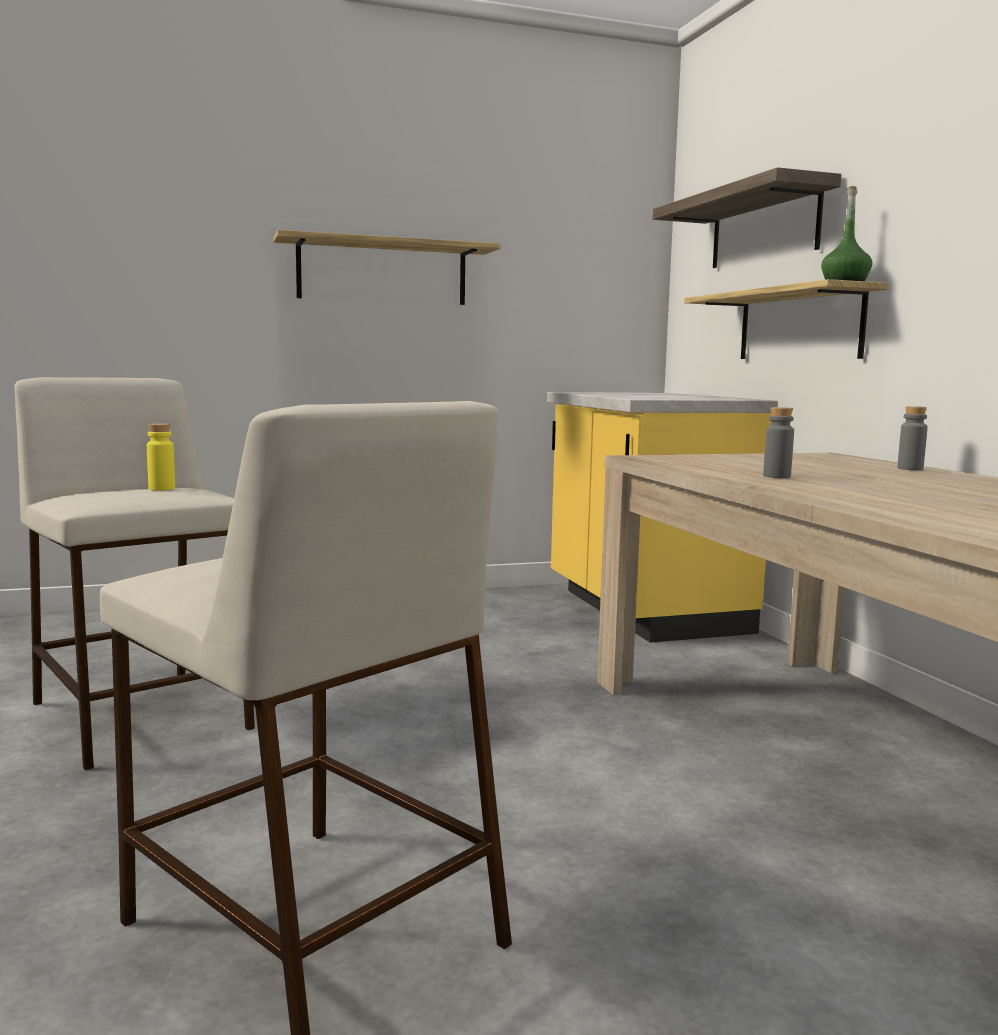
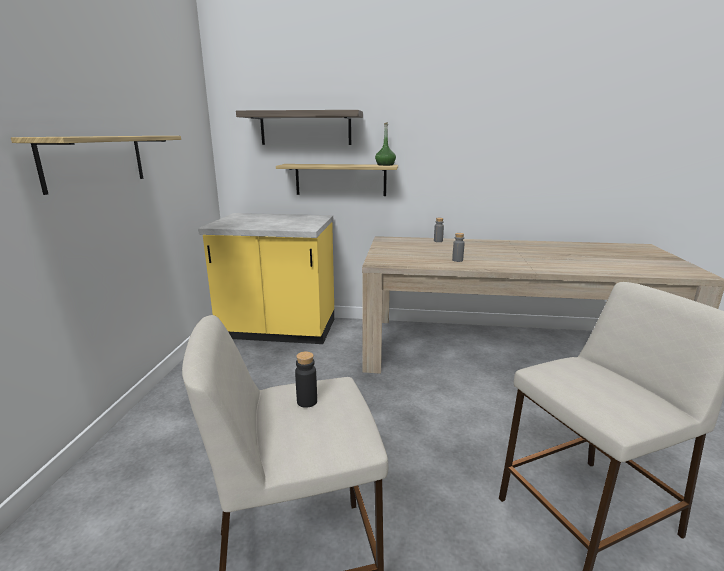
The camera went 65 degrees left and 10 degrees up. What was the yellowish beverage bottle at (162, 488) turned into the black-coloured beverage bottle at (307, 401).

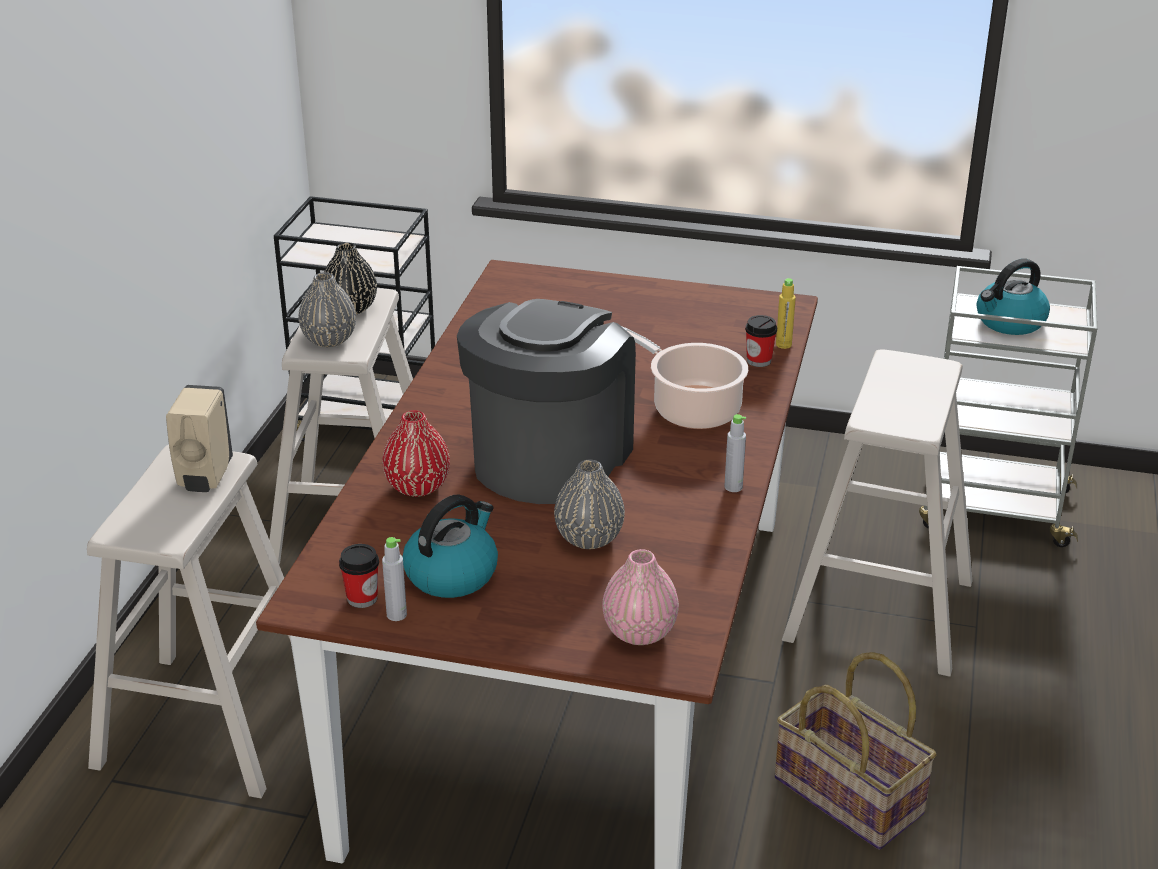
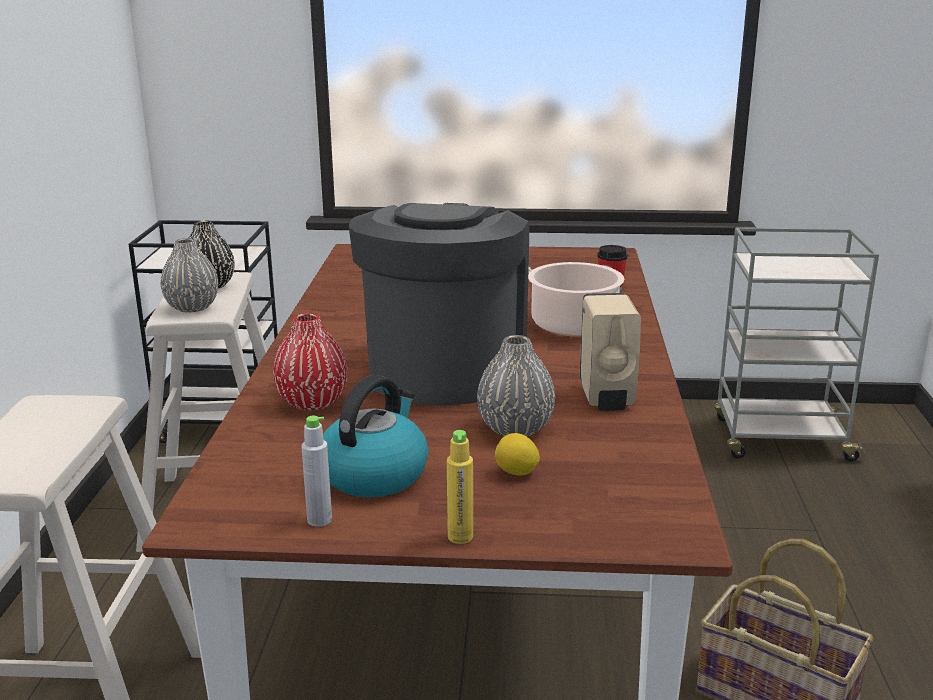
The camera went 10 degrees left and 10 degrees down. The sand-coloured soap bottle ended up elsewhere, having gone from (205, 478) to (606, 398). The second view lost the drinking cup at (362, 598). The second view lost the pink vase at (639, 632). The second view lost the grey beverage bottle at (733, 487). The yellowish beverage bottle ended up elsewhere, having gone from (783, 344) to (460, 537). The second view lost the sand-coloured sitting stool at (879, 610). The second view lost the kettle at (1009, 322). The second view gained the lemon at (516, 473).

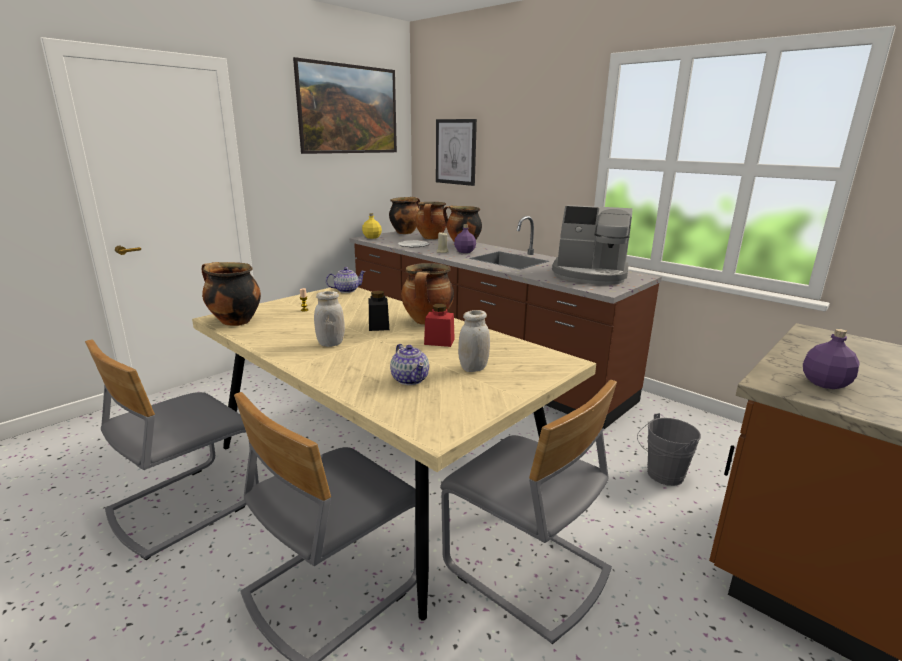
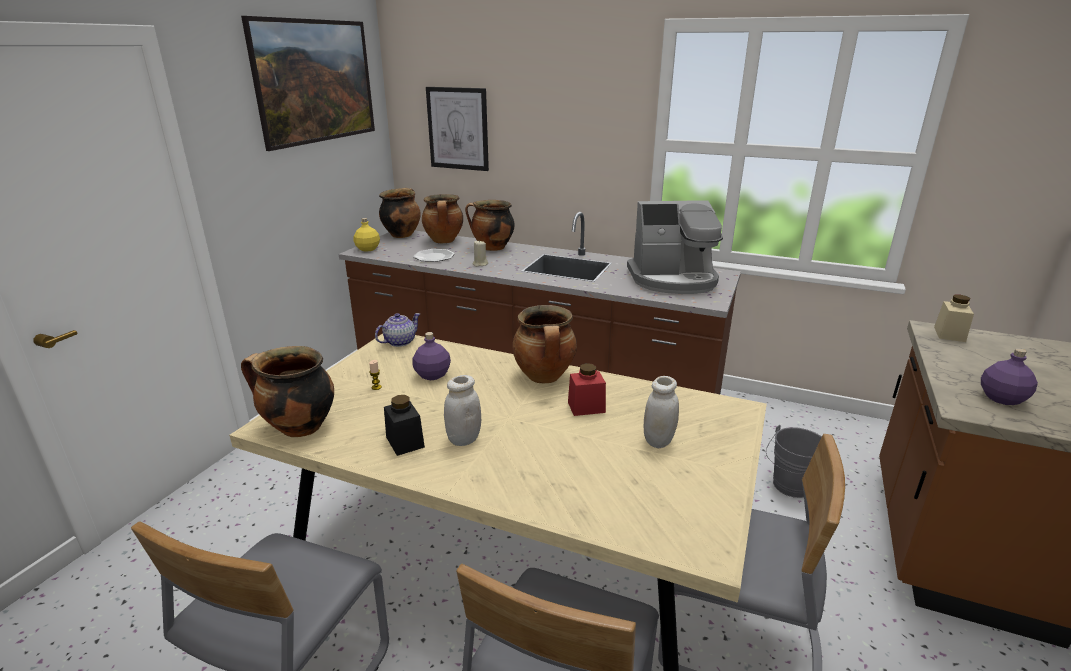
The camera went 20 degrees left and 5 degrees up. The black-coloured storage jar ended up elsewhere, having gone from (378, 326) to (405, 442). The second view lost the teapot at (410, 379). The purple beverage bottle ended up elsewhere, having gone from (464, 251) to (432, 375). The second view gained the sand-coloured storage jar at (949, 334).

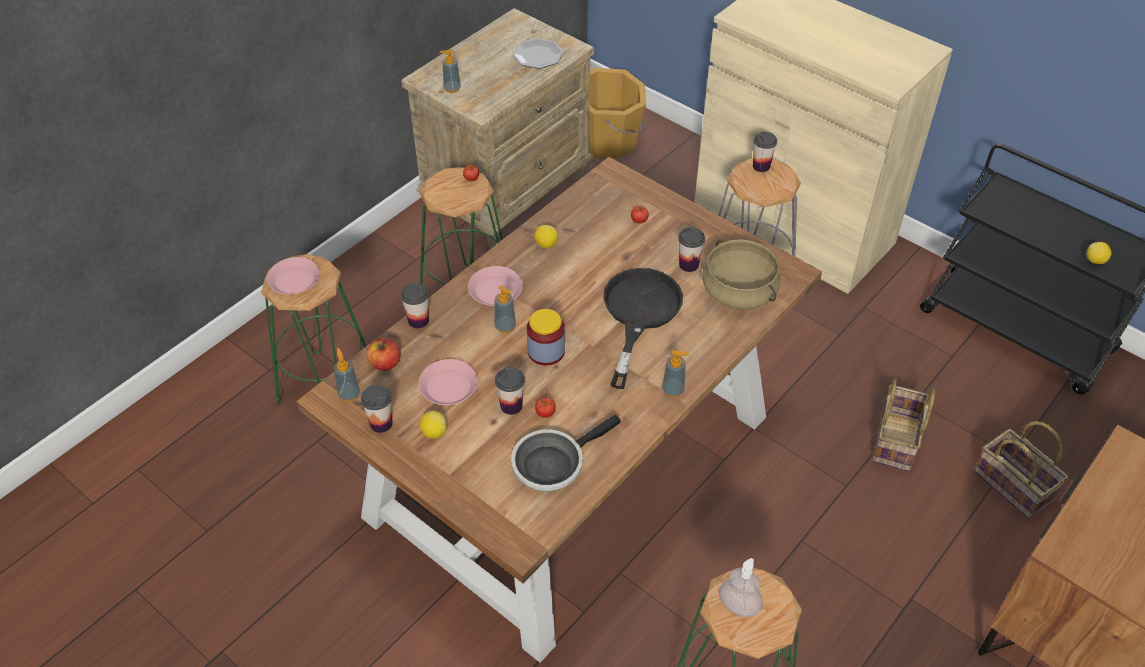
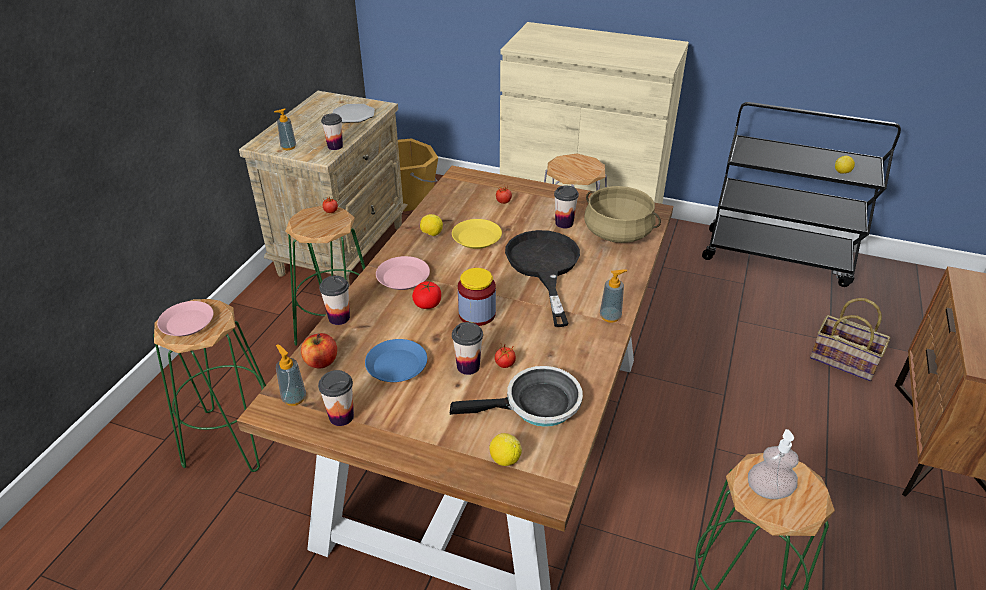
The camera went 20 degrees left and 10 degrees down. What was the pink plate at (448, 386) turned into the blue plate at (397, 366). The lemon ended up elsewhere, having gone from (434, 432) to (504, 459). Where the soap bottle stood at (505, 327), the tomato came to stand at (427, 303). The frying pan at (552, 463) ended up facing another way, 135 degrees counterclockwise from before. The drinking cup ended up elsewhere, having gone from (761, 166) to (335, 146). The second view lost the household basket at (896, 442). The second view gained the yellowish plate at (477, 238).

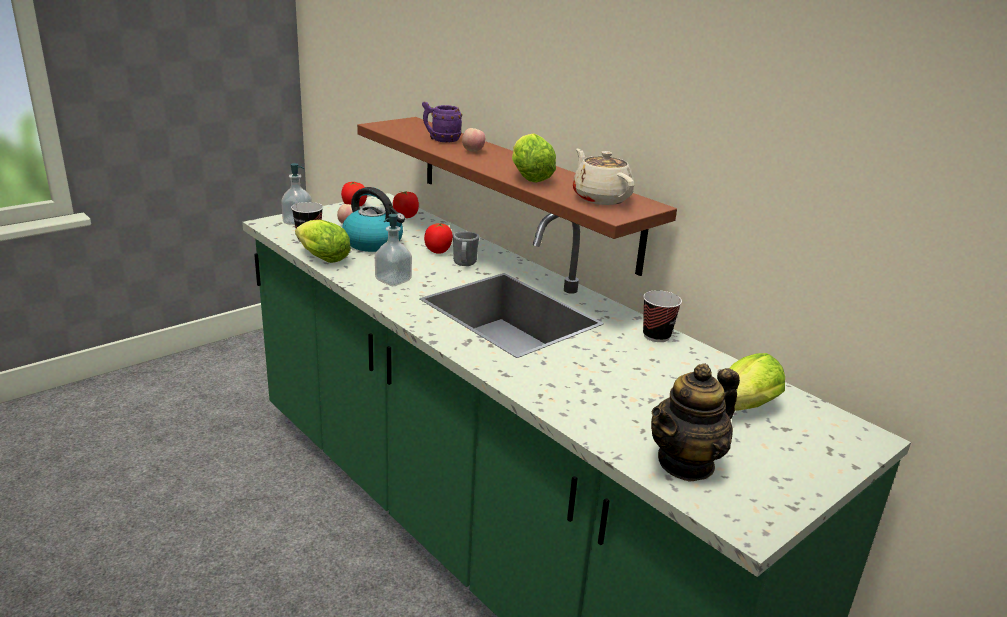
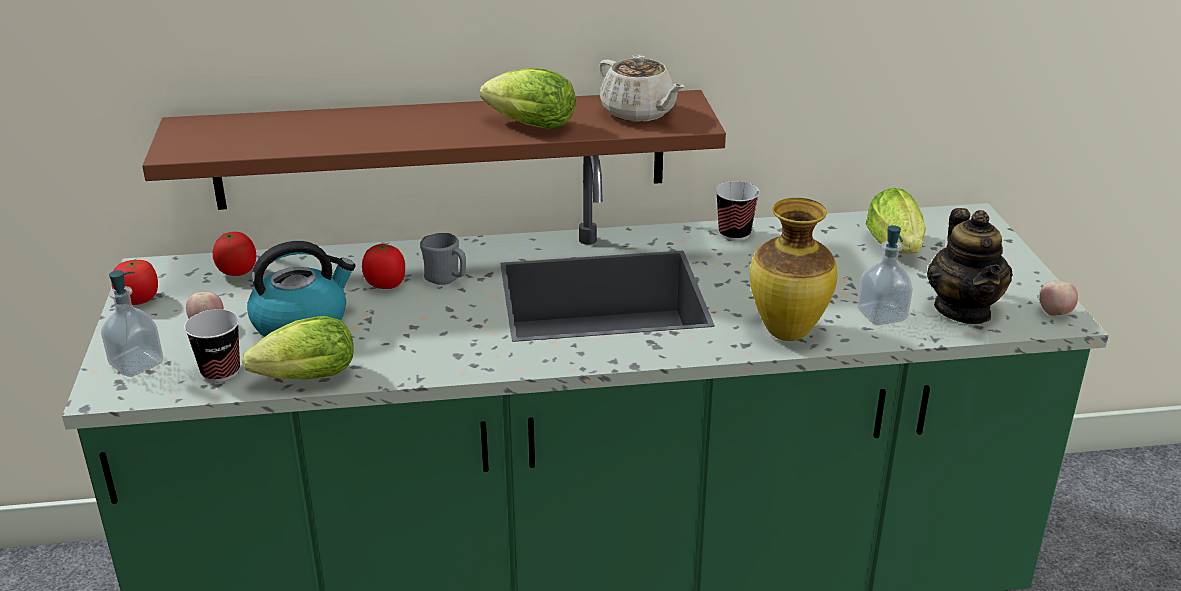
The camera went 55 degrees left and 5 degrees up. The soap bottle ended up elsewhere, having gone from (393, 280) to (881, 315). The second view lost the purple mug at (441, 140). The whole apple ended up elsewhere, having gone from (473, 152) to (1054, 313). The sand-coloured teapot at (600, 198) ended up facing another way, 135 degrees counterclockwise from before. The second view gained the vase at (786, 333).

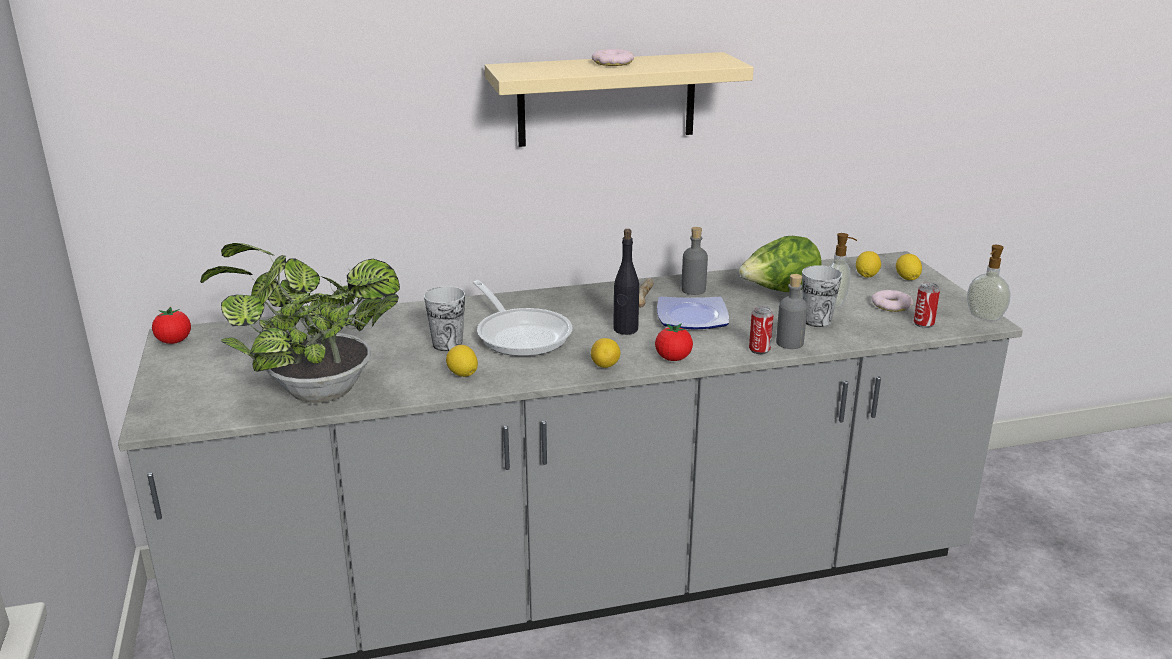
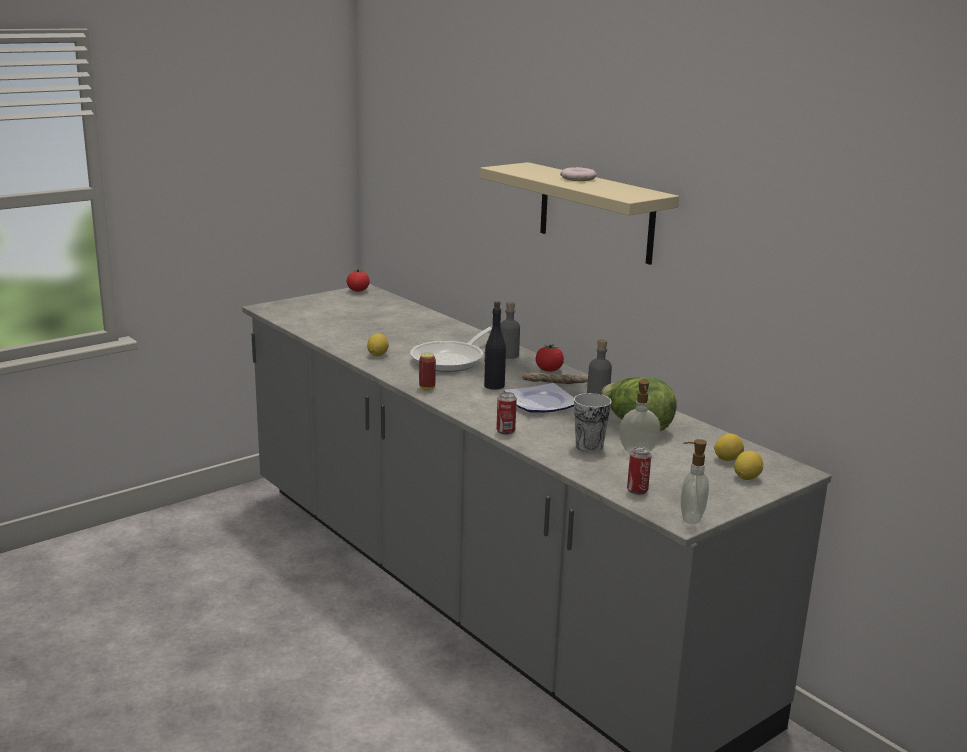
The camera went 65 degrees right and 5 degrees down. The second view lost the plant in a pot at (313, 391). The second view lost the drinking cup at (447, 344). Where the lemon stood at (605, 366), the can came to stand at (427, 388). The tomato ended up elsewhere, having gone from (673, 358) to (549, 370). The grey beverage bottle ended up elsewhere, having gone from (789, 343) to (508, 355). The second view lost the doughnut at (891, 305).

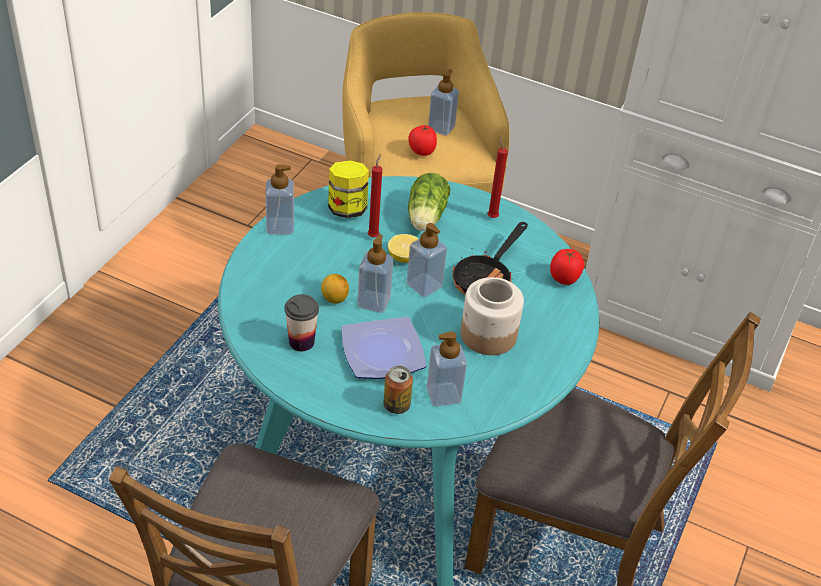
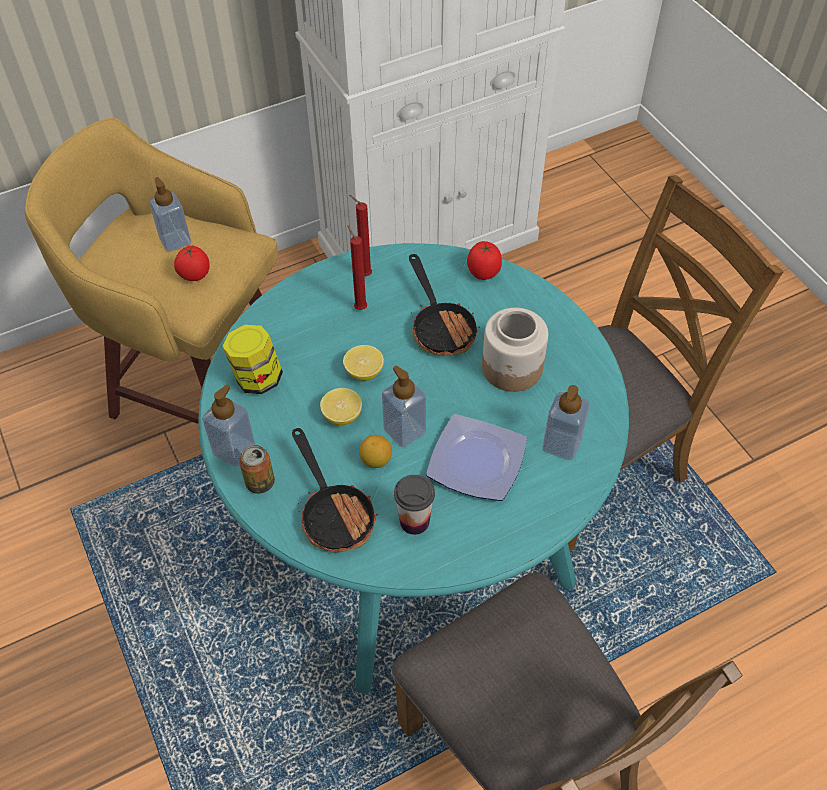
The camera went 50 degrees left and 10 degrees up. The red-coloured wax light ended up elsewhere, having gone from (374, 236) to (359, 307). The can ended up elsewhere, having gone from (396, 405) to (260, 482). The second view lost the soap bottle at (424, 285). The second view lost the head of lettuce at (425, 218). The second view gained the frying pan at (334, 513). The second view gained the lemon at (342, 416).

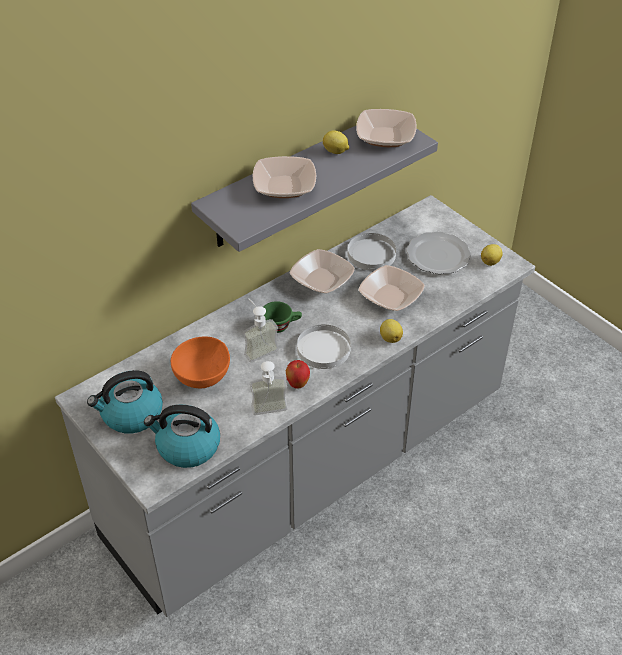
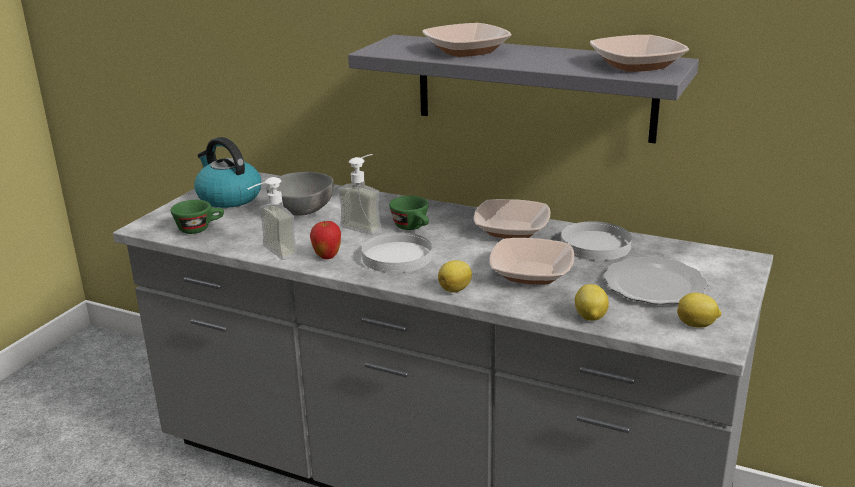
The camera went 65 degrees right and 20 degrees down. Where the kettle stood at (187, 447), the green drinking cup came to stand at (200, 229). What was the orangey deep dish at (204, 376) turned into the grey deep dish at (303, 212). The lemon ended up elsewhere, having gone from (336, 152) to (590, 317).

